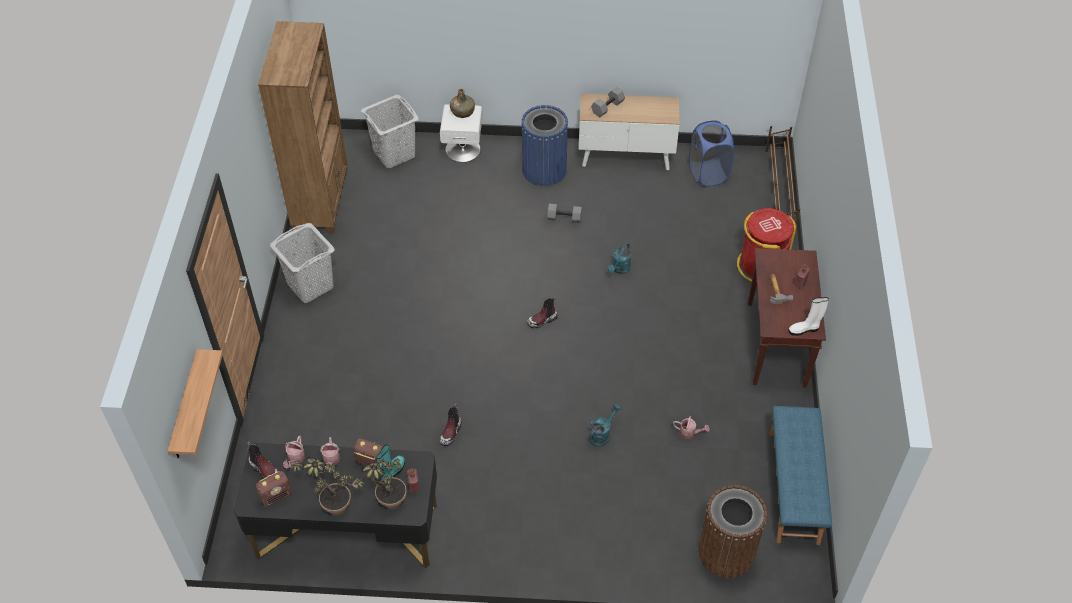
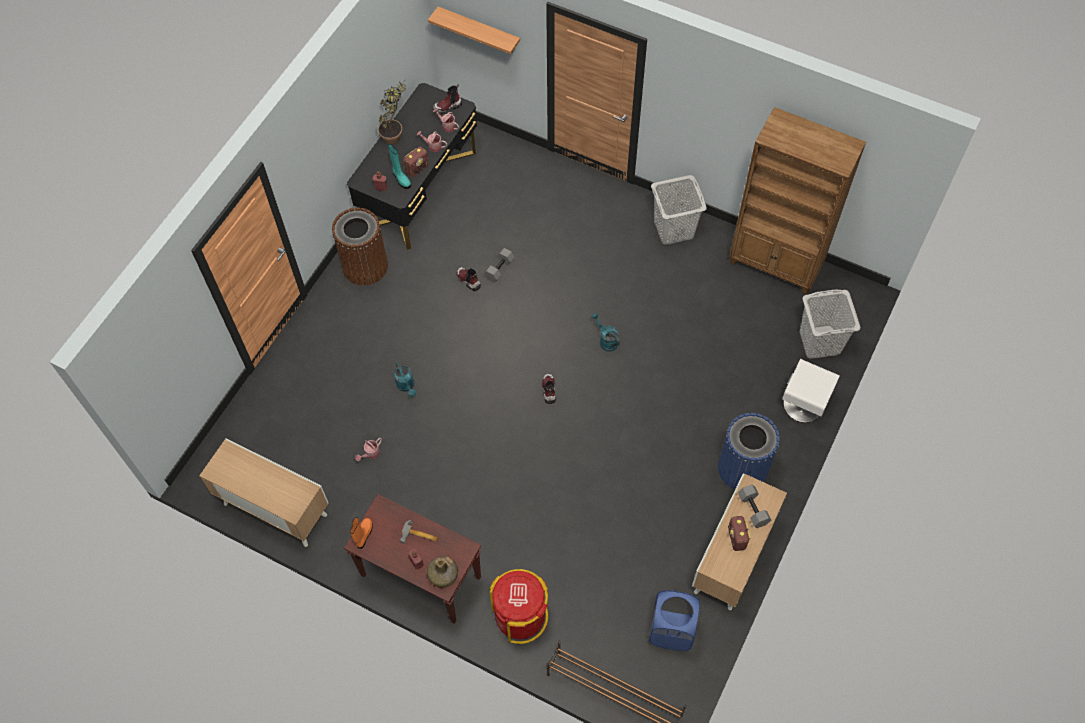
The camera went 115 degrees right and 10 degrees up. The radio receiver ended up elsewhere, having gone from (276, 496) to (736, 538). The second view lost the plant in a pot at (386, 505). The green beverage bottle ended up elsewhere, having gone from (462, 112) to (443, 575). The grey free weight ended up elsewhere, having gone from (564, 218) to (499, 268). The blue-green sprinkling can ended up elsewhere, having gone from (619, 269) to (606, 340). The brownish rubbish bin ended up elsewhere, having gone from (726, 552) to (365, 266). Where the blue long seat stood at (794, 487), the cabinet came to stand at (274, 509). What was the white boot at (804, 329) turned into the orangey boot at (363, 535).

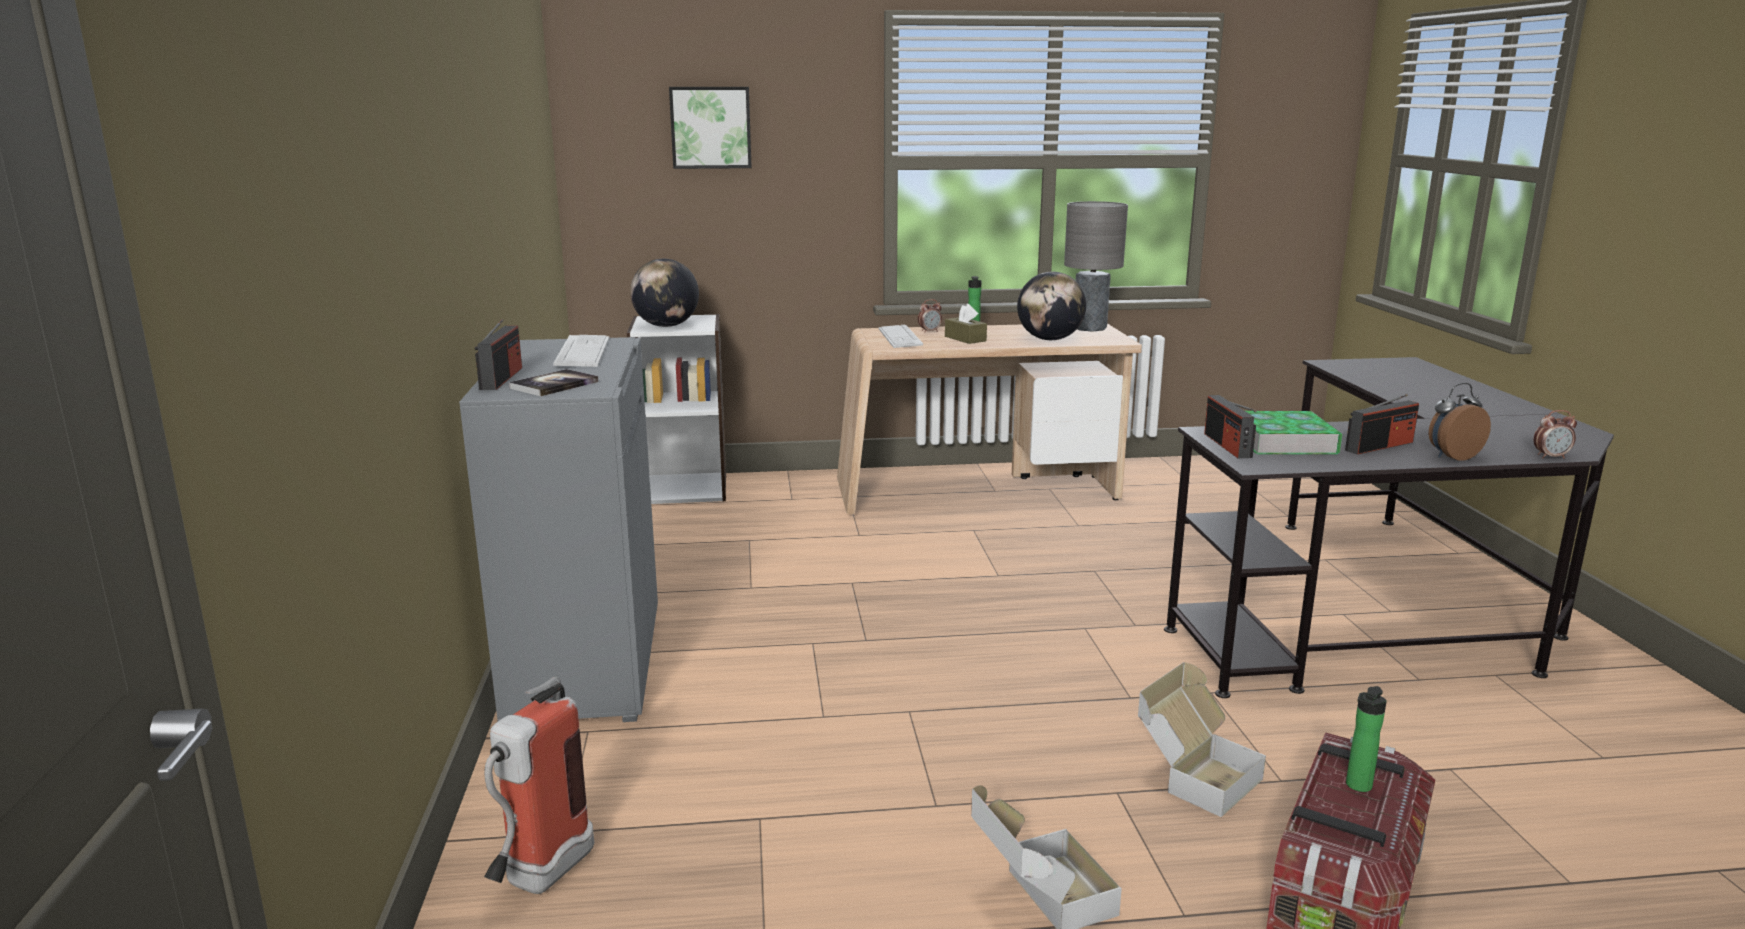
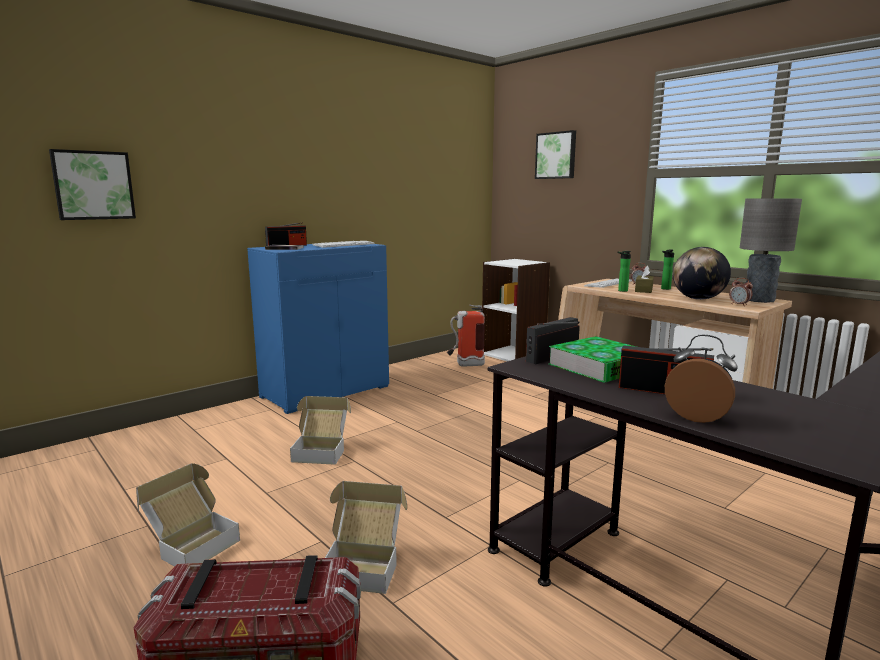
The camera went 55 degrees right and 5 degrees down. What was the grey cabinet at (583, 661) turned into the blue cabinet at (325, 391). The extinguisher ended up elsewhere, having gone from (539, 879) to (465, 365). The second view lost the globe at (666, 326). The beverage bottle ended up elsewhere, having gone from (1357, 787) to (621, 291). The bedside clock ended up elsewhere, having gone from (1551, 457) to (739, 305). The second view gained the wall picture at (93, 185). The second view gained the cardboard box at (322, 451).

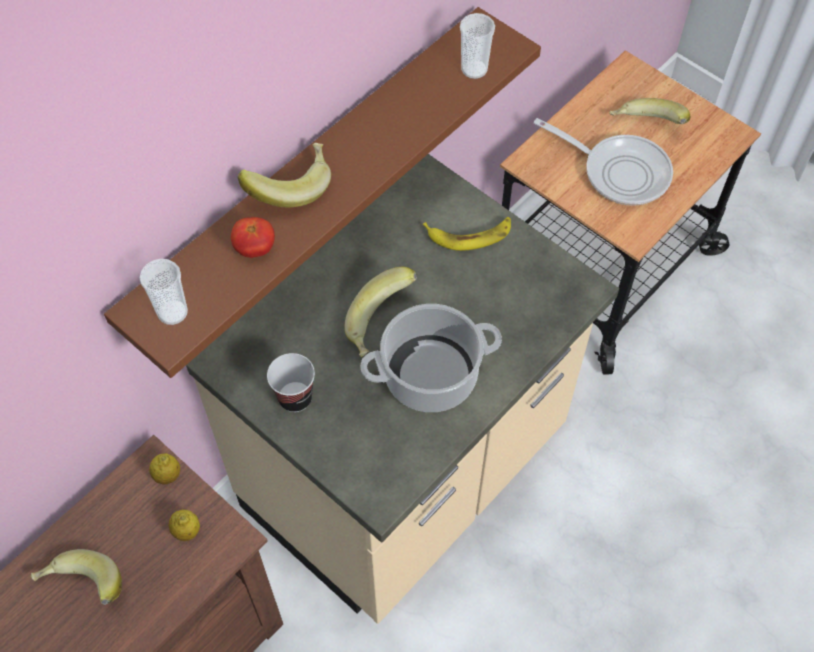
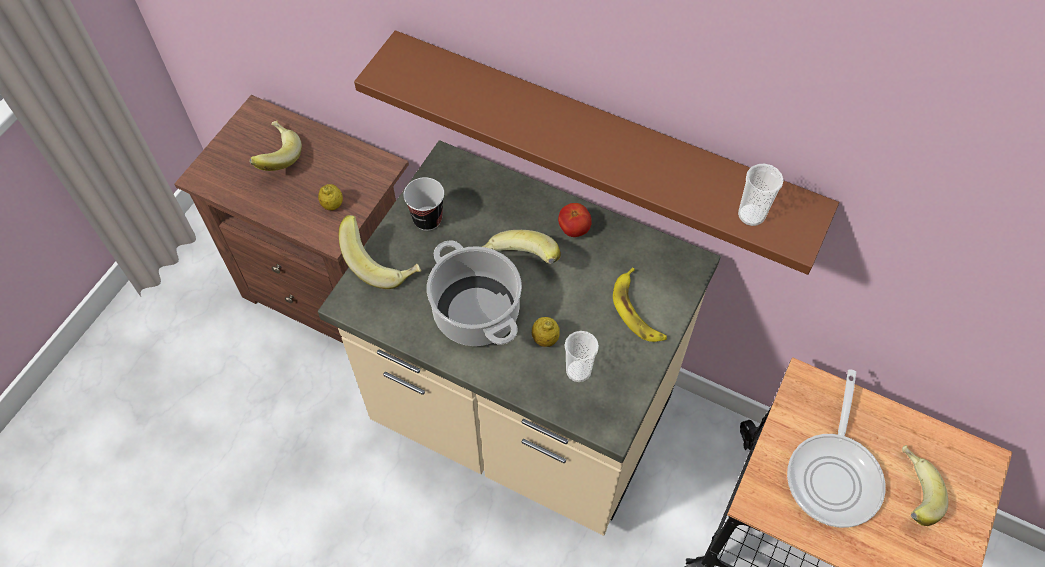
The camera went 75 degrees right and 0 degrees up. The drinking cup ended up elsewhere, having gone from (172, 312) to (578, 371). The lemon ended up elsewhere, having gone from (167, 475) to (545, 339). The tomato ended up elsewhere, having gone from (255, 248) to (574, 229). The banana ended up elsewhere, having gone from (289, 186) to (382, 263).

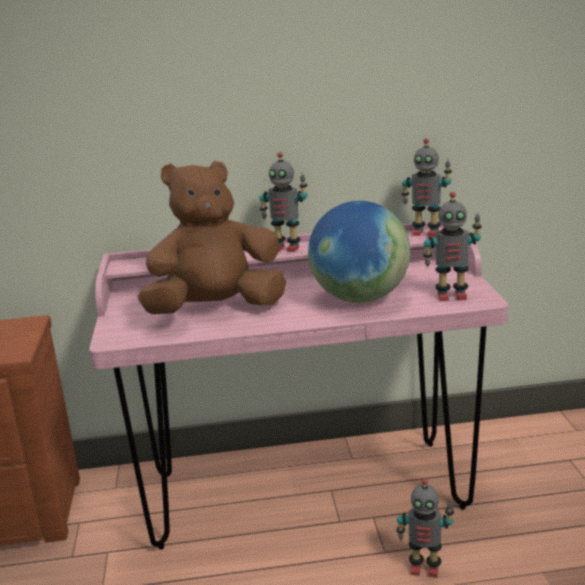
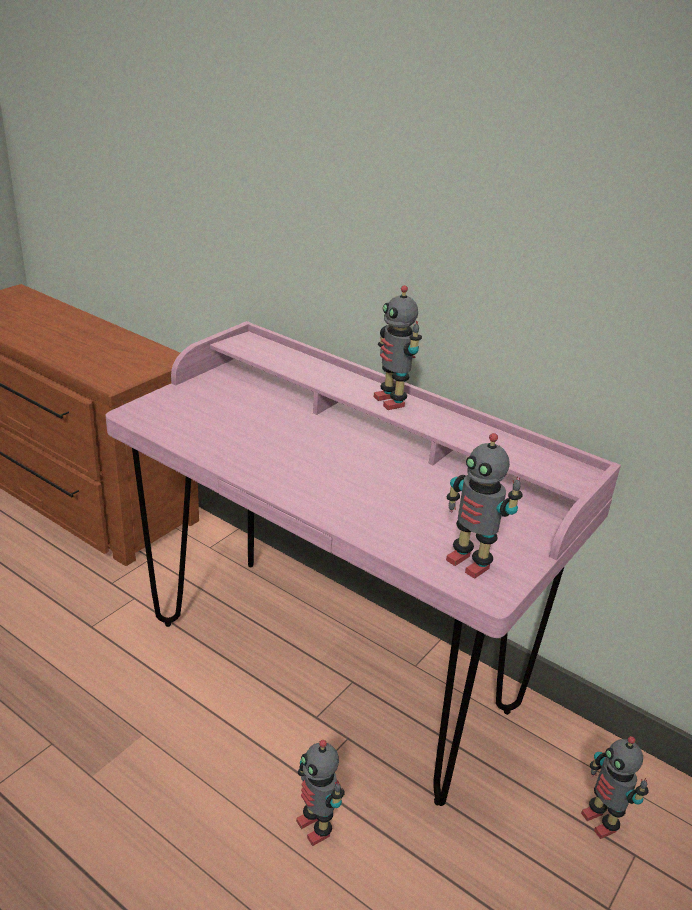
The camera went 40 degrees right and 10 degrees up. The second view lost the brownish cuddly toy at (216, 309). The second view lost the globe at (360, 298). The toy robot ended up elsewhere, having gone from (426, 233) to (601, 821).

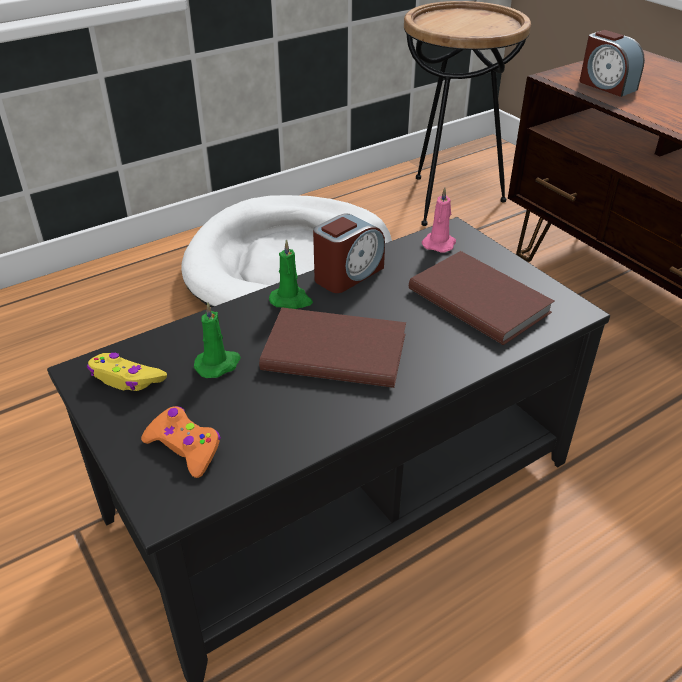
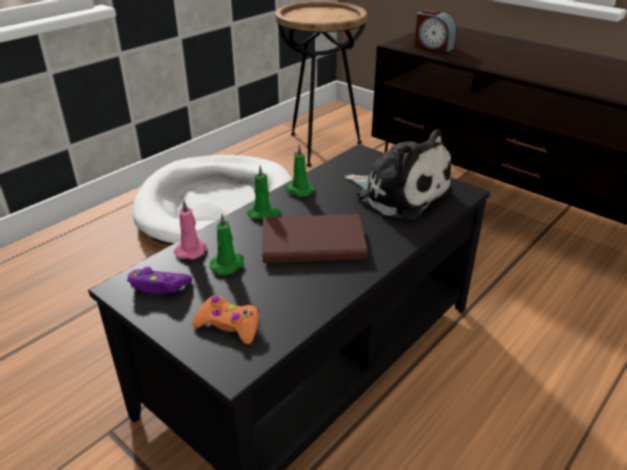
The camera went 15 degrees left and 5 degrees down. What was the yellowish gamepad at (126, 379) turned into the purple gamepad at (159, 286). Where the bedside clock stood at (348, 274), the green wax light came to stand at (298, 190). Where the brownish bound book stood at (479, 299), the cuddly toy came to stand at (399, 193). The pink wax light ended up elsewhere, having gone from (439, 243) to (191, 250).

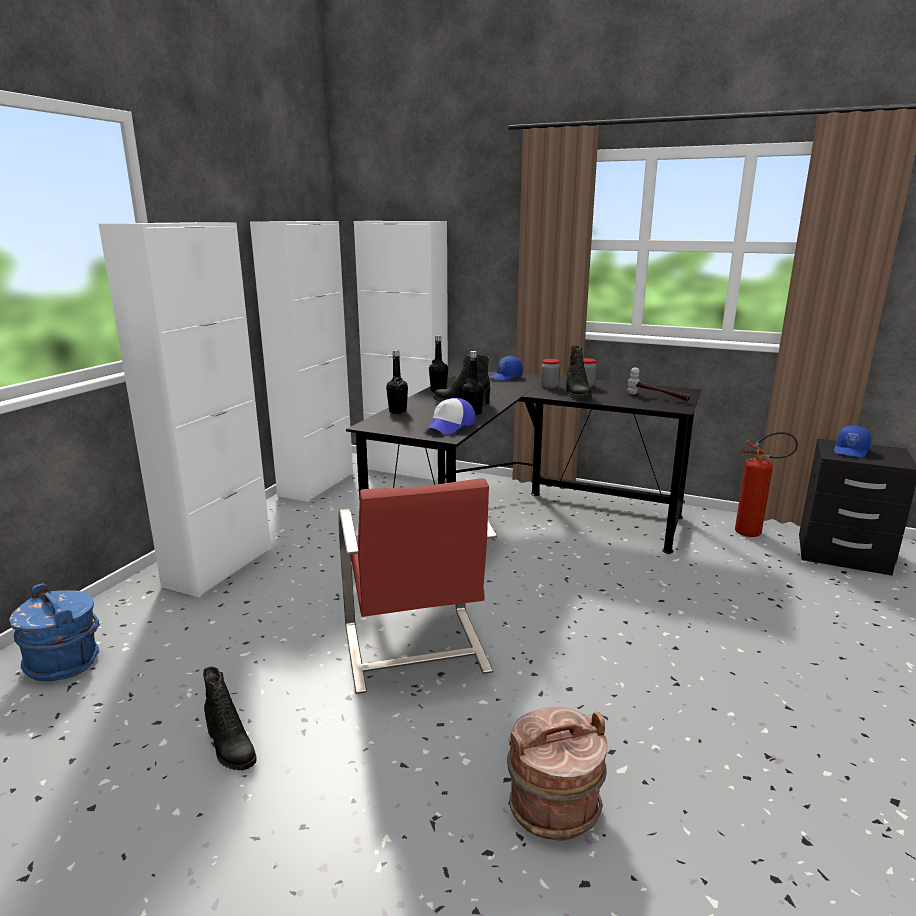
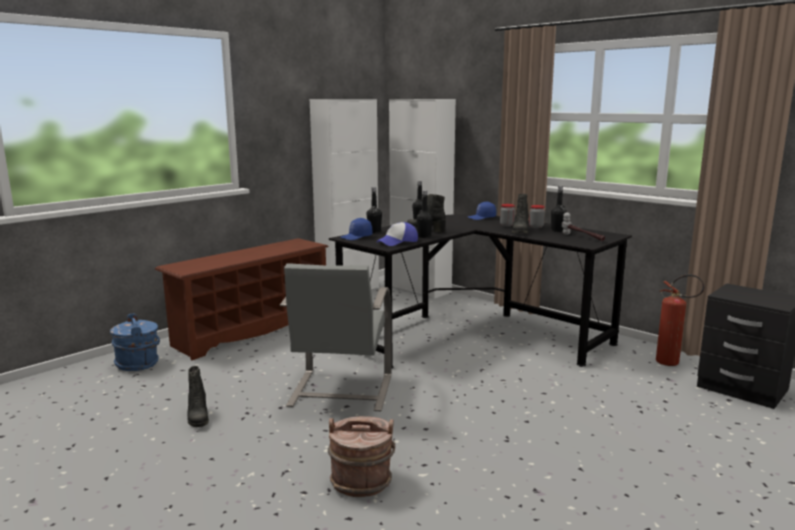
The camera went 20 degrees right and 5 degrees down. Where the white cabinet stood at (219, 567), the brownish shoe rack came to stand at (252, 330). What was the red-coloured upright chair at (414, 650) turned into the grey upright chair at (340, 391). The blue baseball cap ended up elsewhere, having gone from (851, 451) to (356, 237). The second view gained the black-coloured beverage bottle at (557, 230).

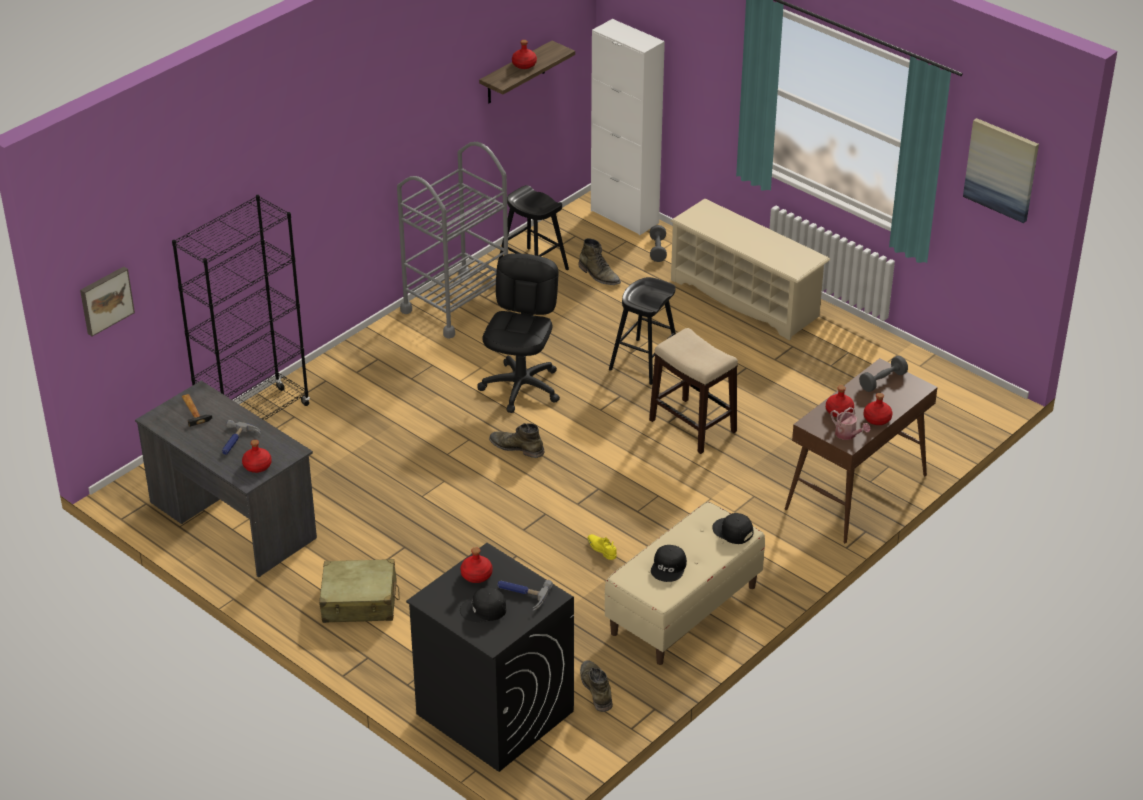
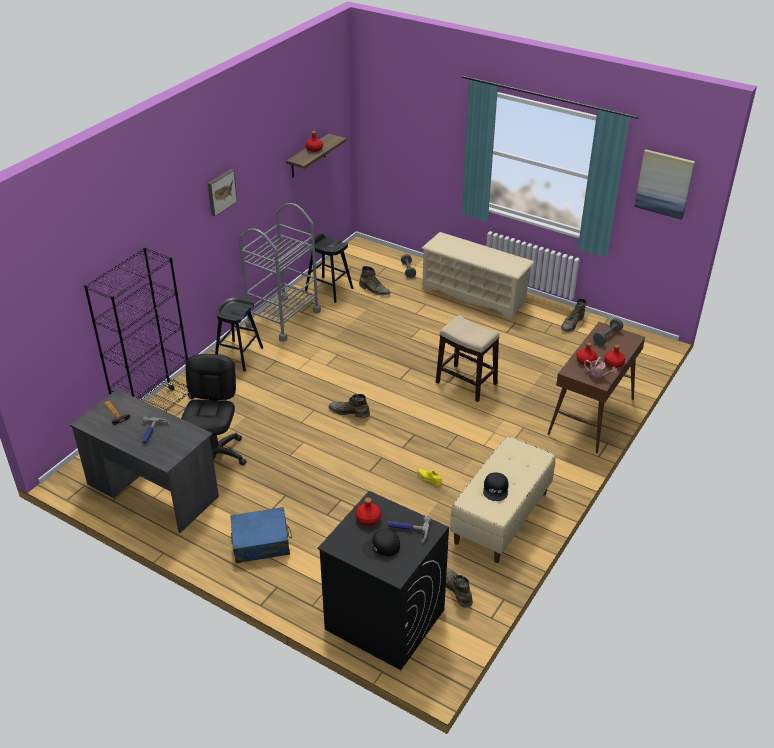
The camera went 10 degrees left and 0 degrees up. The wall picture ended up elsewhere, having gone from (105, 300) to (221, 192). The second view lost the red-coloured beverage bottle at (257, 466). What was the sand-coloured piece of luggage at (359, 602) turned into the blue piece of luggage at (261, 542). The black-coloured office chair ended up elsewhere, having gone from (521, 387) to (216, 455). The second view lost the white cabinet at (624, 217). The black-coloured sitting stool ended up elsewhere, having gone from (644, 362) to (238, 356). The second view lost the black-coloured baseball cap at (732, 531). The second view gained the green boot at (572, 323).

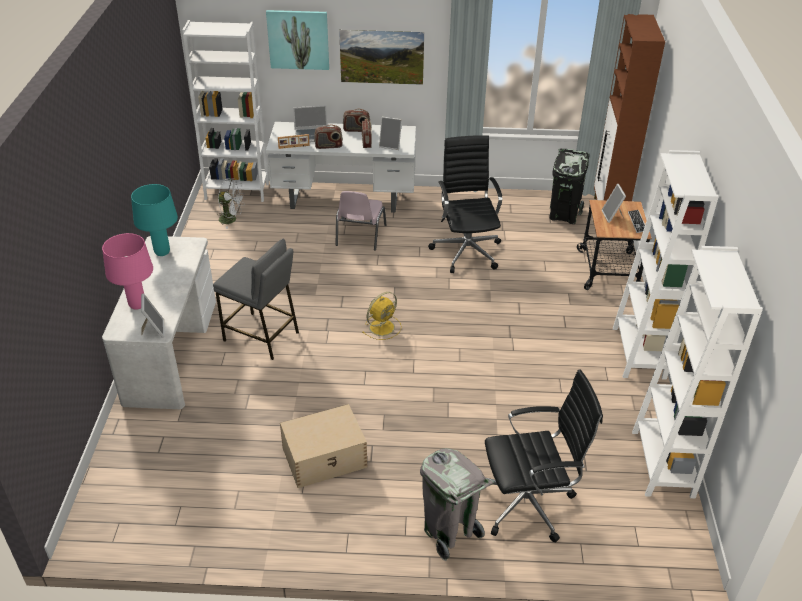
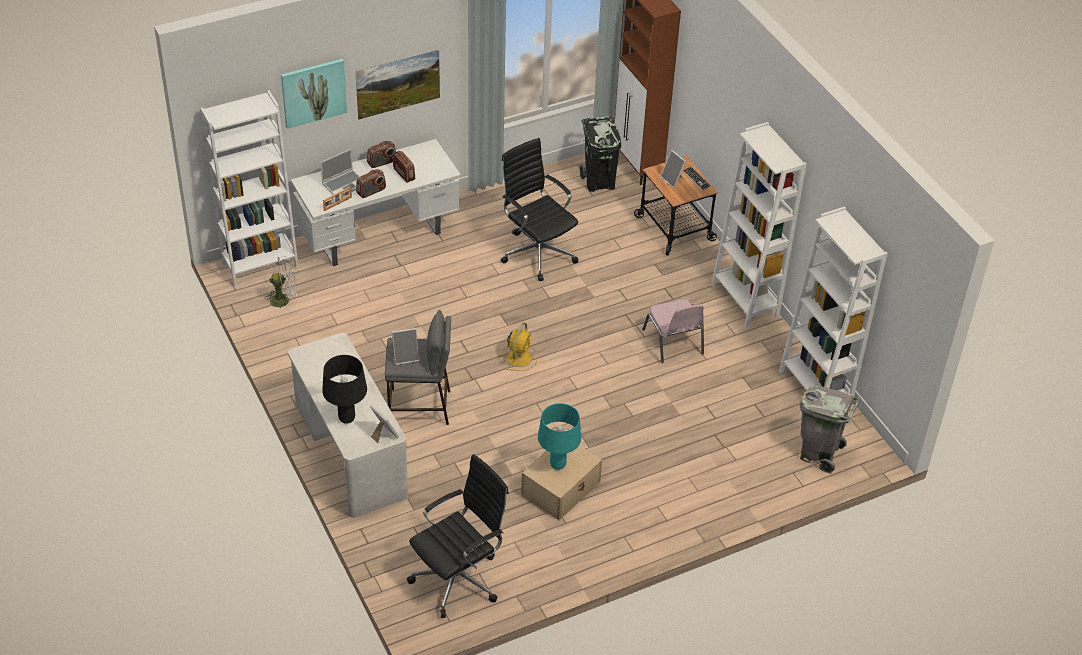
The camera went 30 degrees left and 5 degrees up. What was the pink lamp for a table at (137, 305) turned into the black-coloured lamp for a table at (346, 418). The blue-green lamp for a table ended up elsewhere, having gone from (162, 252) to (557, 465). The pink upright chair ended up elsewhere, having gone from (360, 235) to (673, 342). The standing frame ended up elsewhere, having gone from (390, 145) to (406, 357). The grey rubbish bin ended up elsewhere, having gone from (449, 532) to (819, 453). The black-coloured office chair ended up elsewhere, having gone from (529, 503) to (459, 578).

